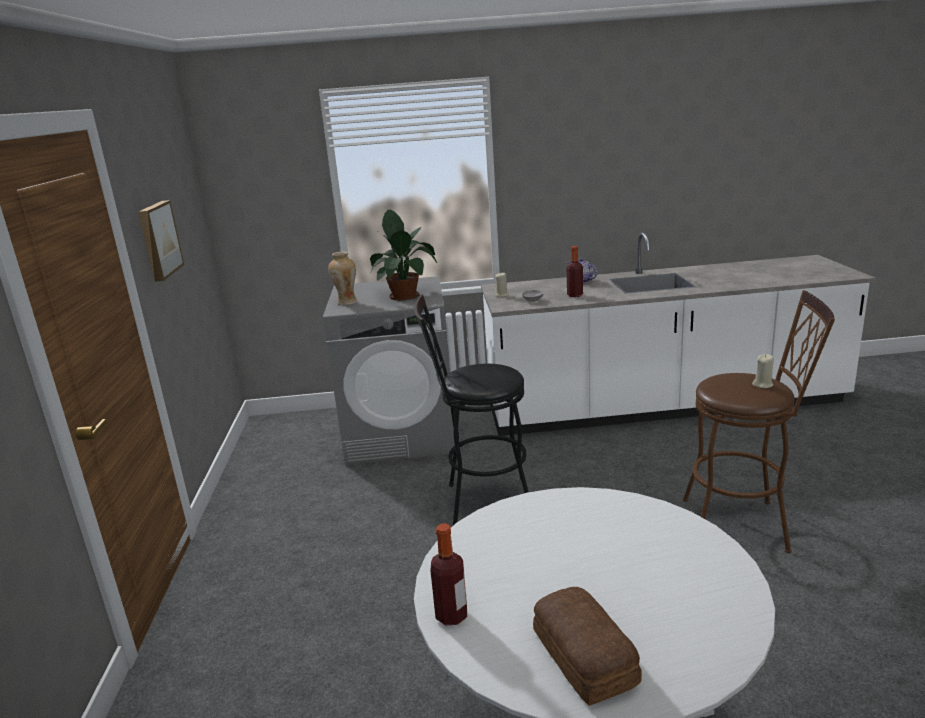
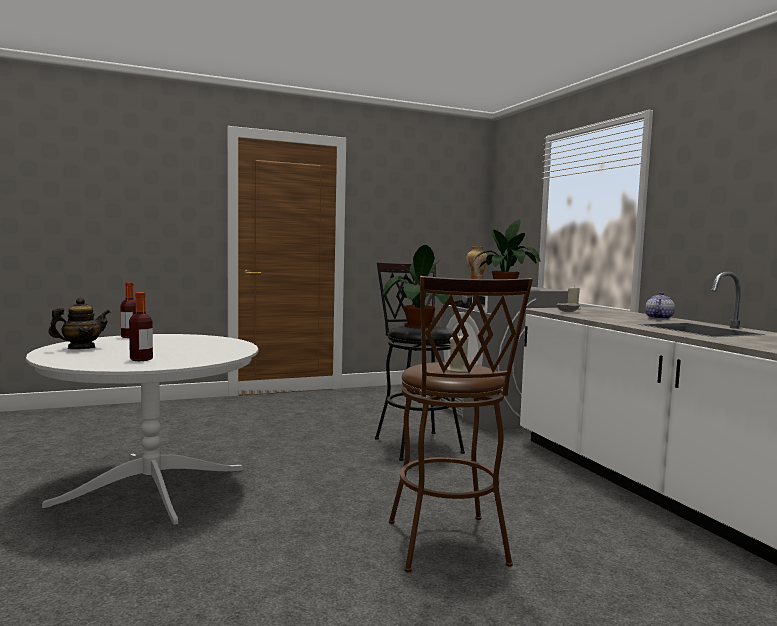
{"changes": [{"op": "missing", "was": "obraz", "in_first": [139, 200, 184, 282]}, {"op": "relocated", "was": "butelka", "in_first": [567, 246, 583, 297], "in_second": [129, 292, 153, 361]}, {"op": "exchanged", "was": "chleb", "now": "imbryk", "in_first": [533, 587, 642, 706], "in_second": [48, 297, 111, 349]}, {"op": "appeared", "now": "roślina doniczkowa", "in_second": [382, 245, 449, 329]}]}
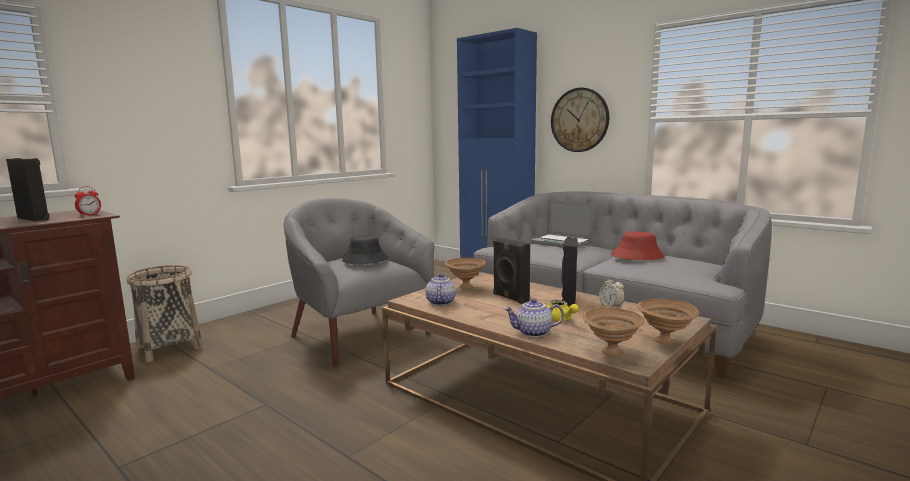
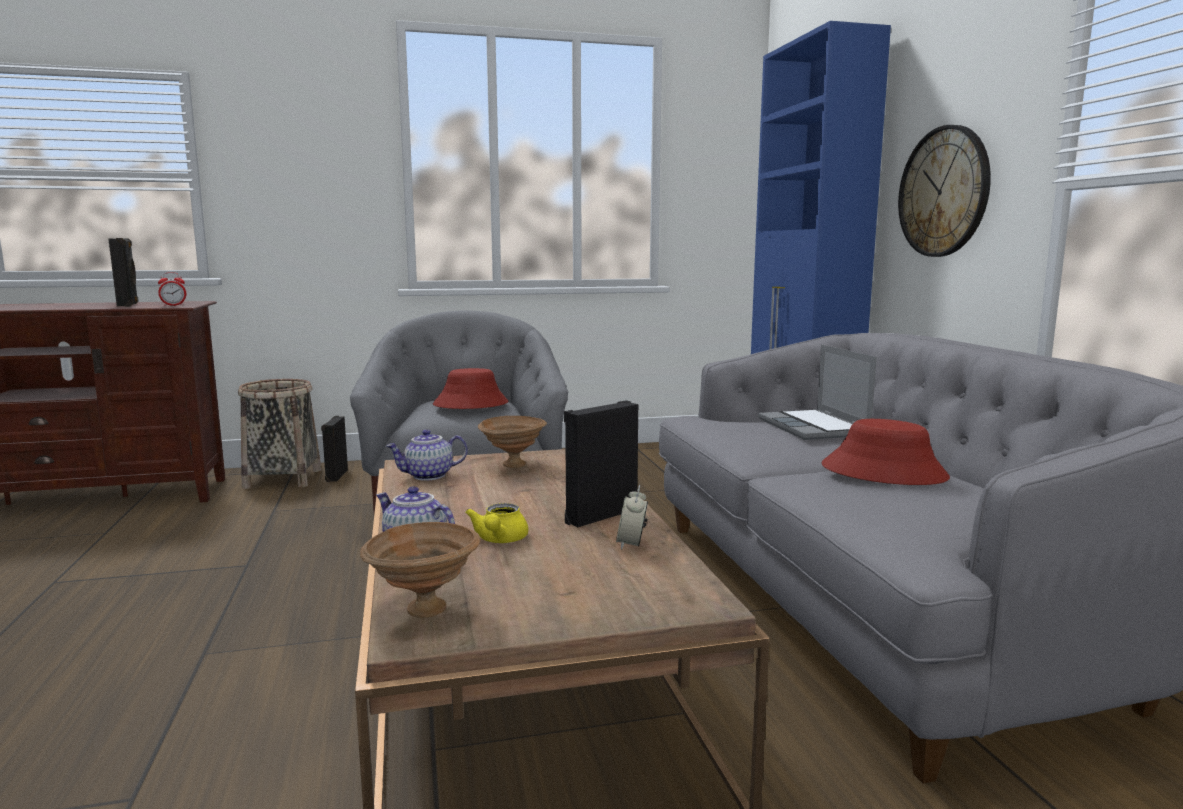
{"changes": [{"op": "colour", "was": "kapelusz/czarny", "now": "kapelusz/czerwony", "in_first": [342, 235, 388, 264], "in_second": [433, 368, 508, 409]}, {"op": "relocated", "was": "głośnik/czarny", "in_first": [493, 237, 530, 304], "in_second": [321, 416, 348, 482]}, {"op": "spun", "was": "imbryk", "in_first": [426, 274, 456, 306], "in_second": [386, 429, 468, 481], "clockwise": -150}, {"op": "missing", "was": "miska/brązowy", "in_first": [637, 299, 699, 345]}]}
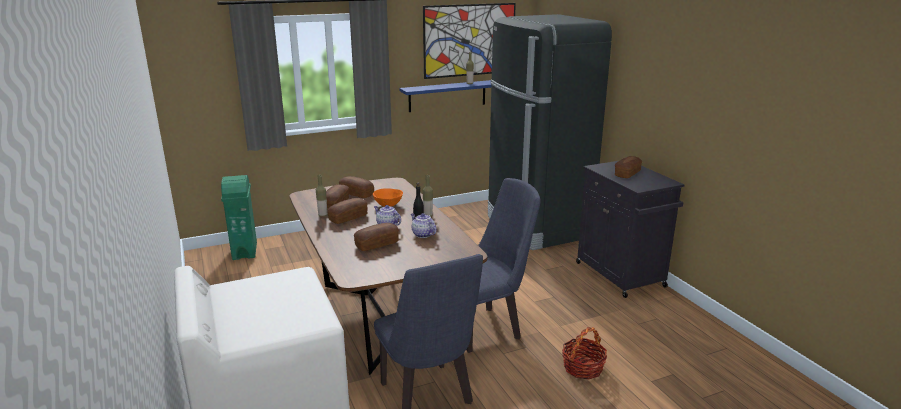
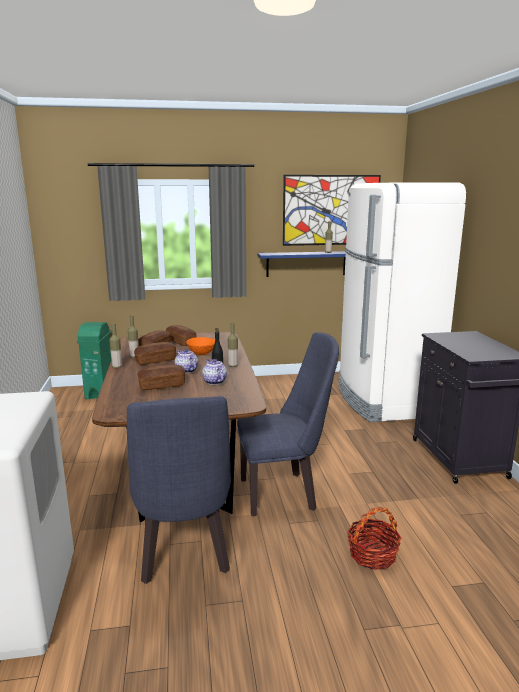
{"changes": [{"op": "colour", "was": "lodówka/czarny", "now": "lodówka/biały", "in_first": [488, 14, 612, 250], "in_second": [339, 182, 466, 422]}, {"op": "missing", "was": "chleb", "in_first": [615, 156, 642, 178]}, {"op": "appeared", "now": "butelka", "in_second": [109, 323, 122, 368]}]}
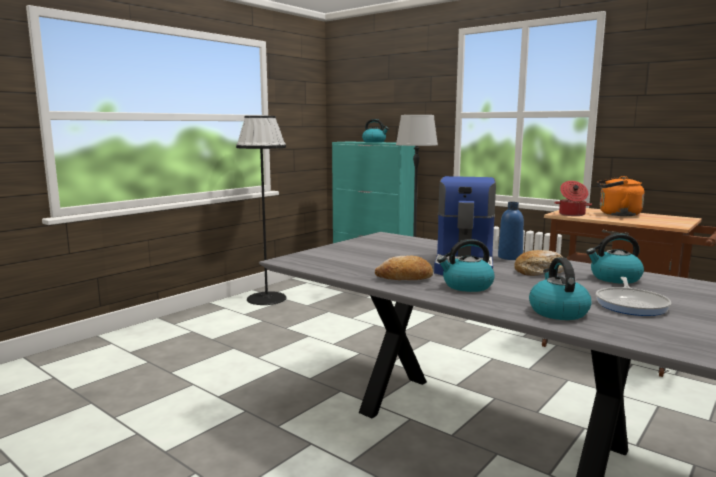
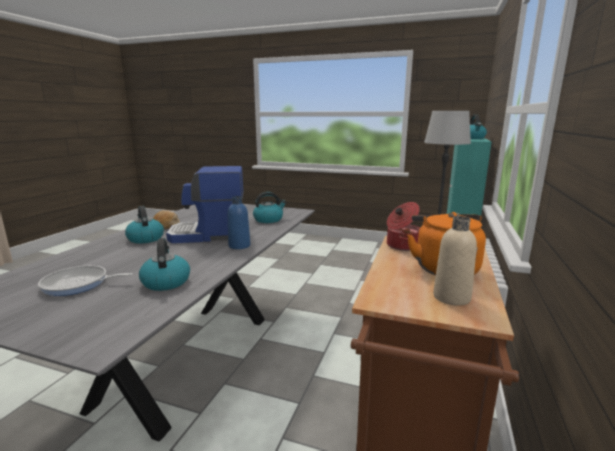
{"changes": [{"op": "missing", "was": "lampa stojąca/czarny", "in_first": [236, 116, 287, 305]}, {"op": "missing", "was": "chleb", "in_first": [514, 250, 564, 276]}, {"op": "relocated", "was": "czajnik", "in_first": [529, 258, 592, 320], "in_second": [253, 192, 287, 223]}, {"op": "appeared", "now": "butelka/beżowy", "in_second": [433, 216, 477, 306]}]}
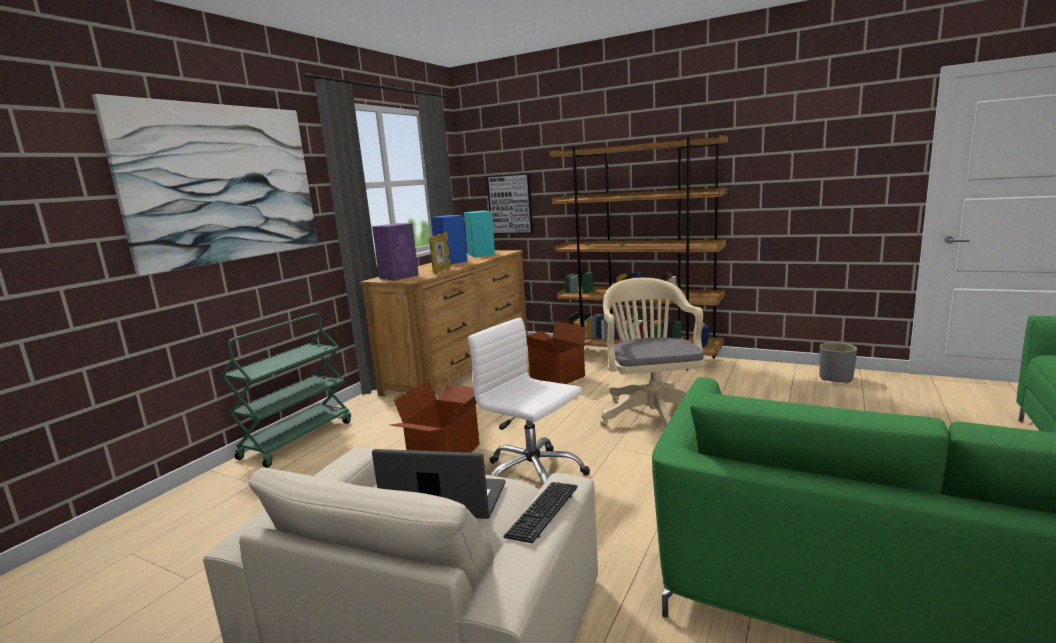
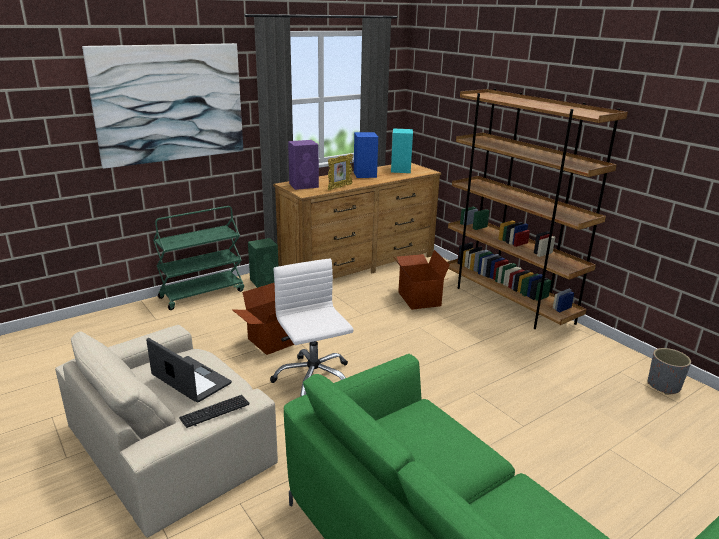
{"changes": [{"op": "missing", "was": "obraz", "in_first": [487, 173, 533, 234]}, {"op": "missing", "was": "krzesło biurowe/beżowy", "in_first": [600, 278, 706, 428]}, {"op": "appeared", "now": "głośnik/zielony", "in_second": [248, 238, 279, 288]}]}
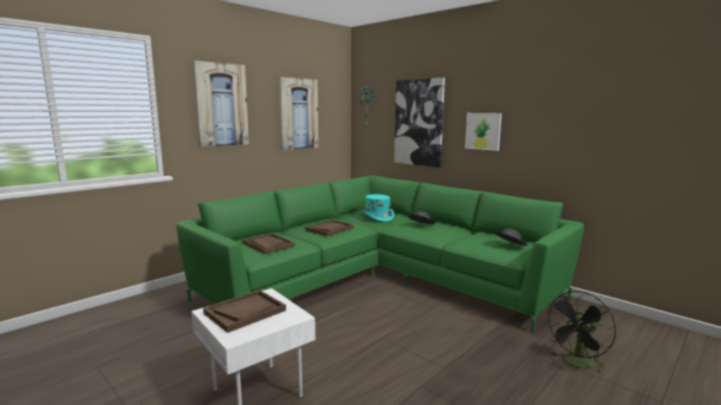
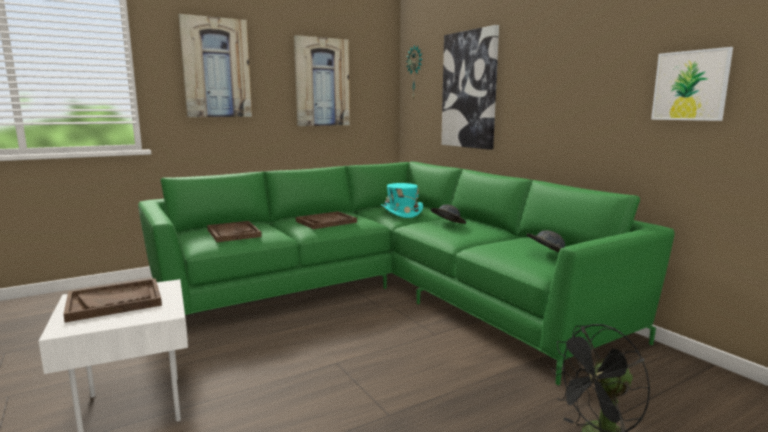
{"changes": [{"op": "relocated", "was": "obraz", "in_first": [465, 113, 502, 151], "in_second": [651, 47, 733, 121]}]}
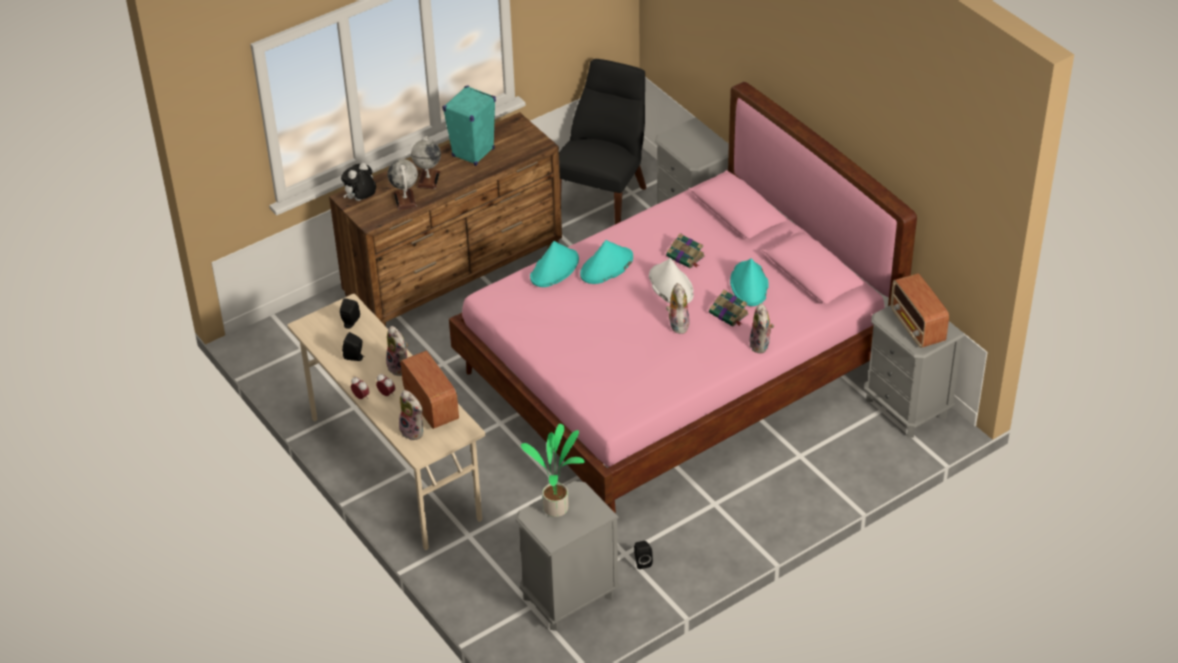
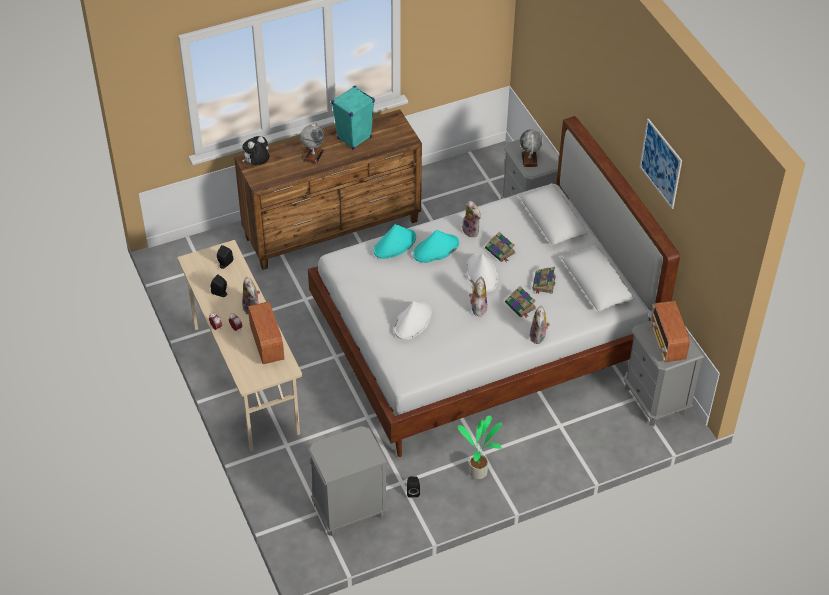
{"changes": [{"op": "missing", "was": "krzesło/czarny", "in_first": [559, 59, 646, 224]}, {"op": "colour", "was": "łóżko/różowy", "now": "łóżko/biały", "in_first": [449, 82, 917, 513], "in_second": [308, 116, 680, 457]}, {"op": "relocated", "was": "globus", "in_first": [387, 159, 418, 210], "in_second": [520, 129, 543, 167]}, {"op": "exchanged", "was": "kapelusz/turkusowy", "now": "książka", "in_first": [730, 258, 769, 306], "in_second": [532, 267, 556, 294]}, {"op": "relocated", "was": "pluszak", "in_first": [399, 390, 423, 441], "in_second": [462, 201, 481, 237]}, {"op": "relocated", "was": "roślina doniczkowa", "in_first": [521, 424, 585, 517], "in_second": [458, 415, 502, 479]}, {"op": "appeared", "now": "obraz", "in_second": [640, 119, 682, 209]}, {"op": "appeared", "now": "kapelusz/biały", "in_second": [394, 301, 432, 340]}]}
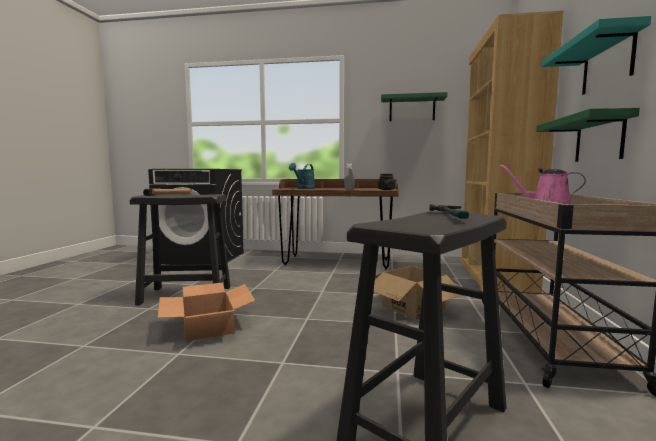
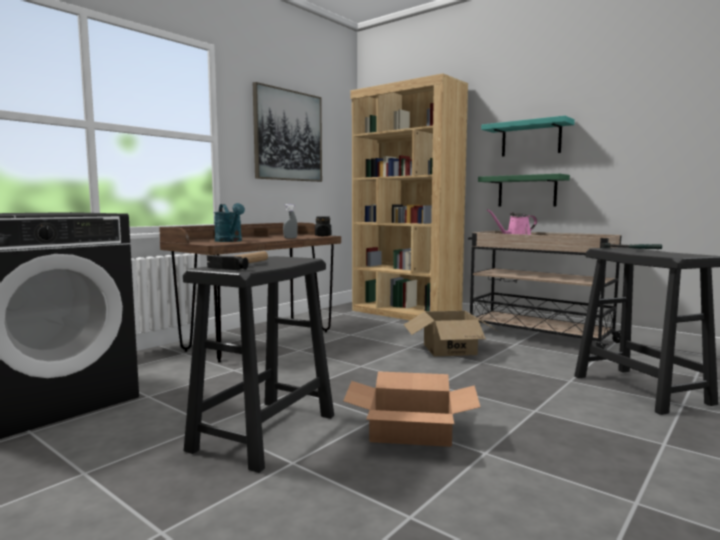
{"changes": [{"op": "exchanged", "was": "półka/zielony", "now": "obraz", "in_first": [381, 92, 448, 121], "in_second": [253, 82, 322, 182]}]}
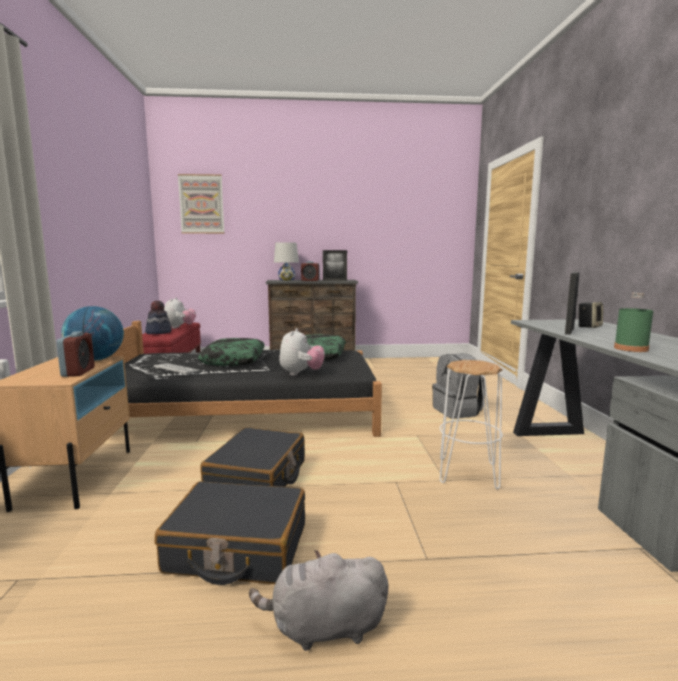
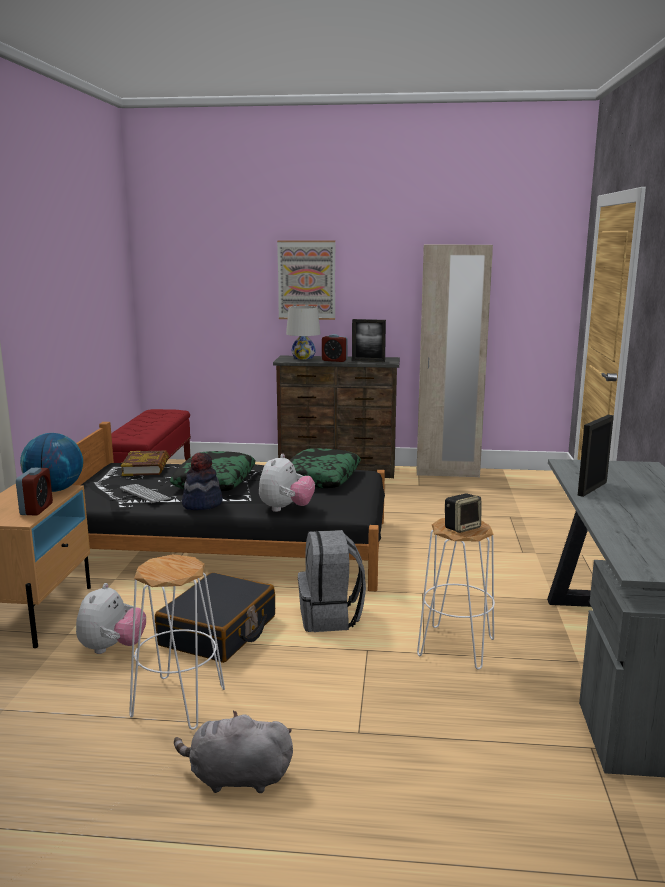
{"changes": [{"op": "relocated", "was": "obraz", "in_first": [178, 174, 225, 234], "in_second": [277, 240, 335, 320]}, {"op": "missing", "was": "butelka/zielony", "in_first": [614, 292, 653, 352]}, {"op": "relocated", "was": "pluszak", "in_first": [164, 297, 196, 329], "in_second": [76, 583, 146, 654]}, {"op": "relocated", "was": "kapelusz", "in_first": [145, 301, 172, 334], "in_second": [182, 453, 223, 510]}, {"op": "relocated", "was": "głośnik", "in_first": [578, 302, 603, 328], "in_second": [445, 493, 481, 533]}, {"op": "relocated", "was": "plecak/szary", "in_first": [432, 354, 485, 419], "in_second": [298, 530, 366, 632]}, {"op": "exchanged", "was": "walizka/czarny", "now": "stołek/biały", "in_first": [155, 481, 305, 585], "in_second": [129, 554, 225, 730]}, {"op": "appeared", "now": "szafa/beżowy", "in_second": [417, 245, 493, 477]}, {"op": "appeared", "now": "książka", "in_second": [121, 451, 169, 476]}]}
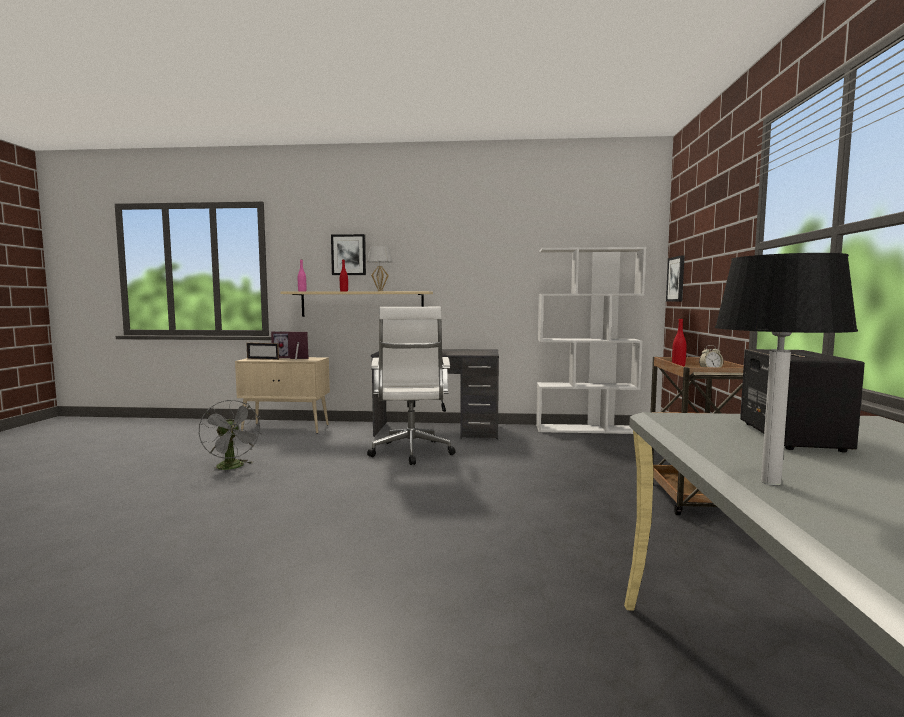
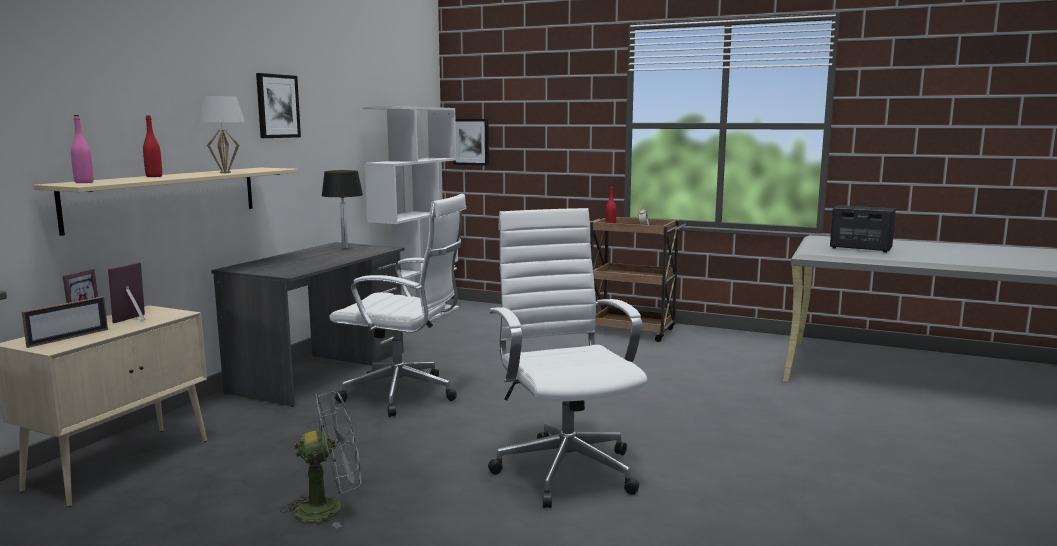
{"changes": [{"op": "relocated", "was": "obraz", "in_first": [331, 234, 366, 275], "in_second": [256, 73, 301, 138]}, {"op": "relocated", "was": "lampa stołowa", "in_first": [715, 253, 858, 486], "in_second": [321, 170, 363, 249]}, {"op": "appeared", "now": "krzesło biurowe/biały", "in_second": [488, 208, 647, 508]}]}
